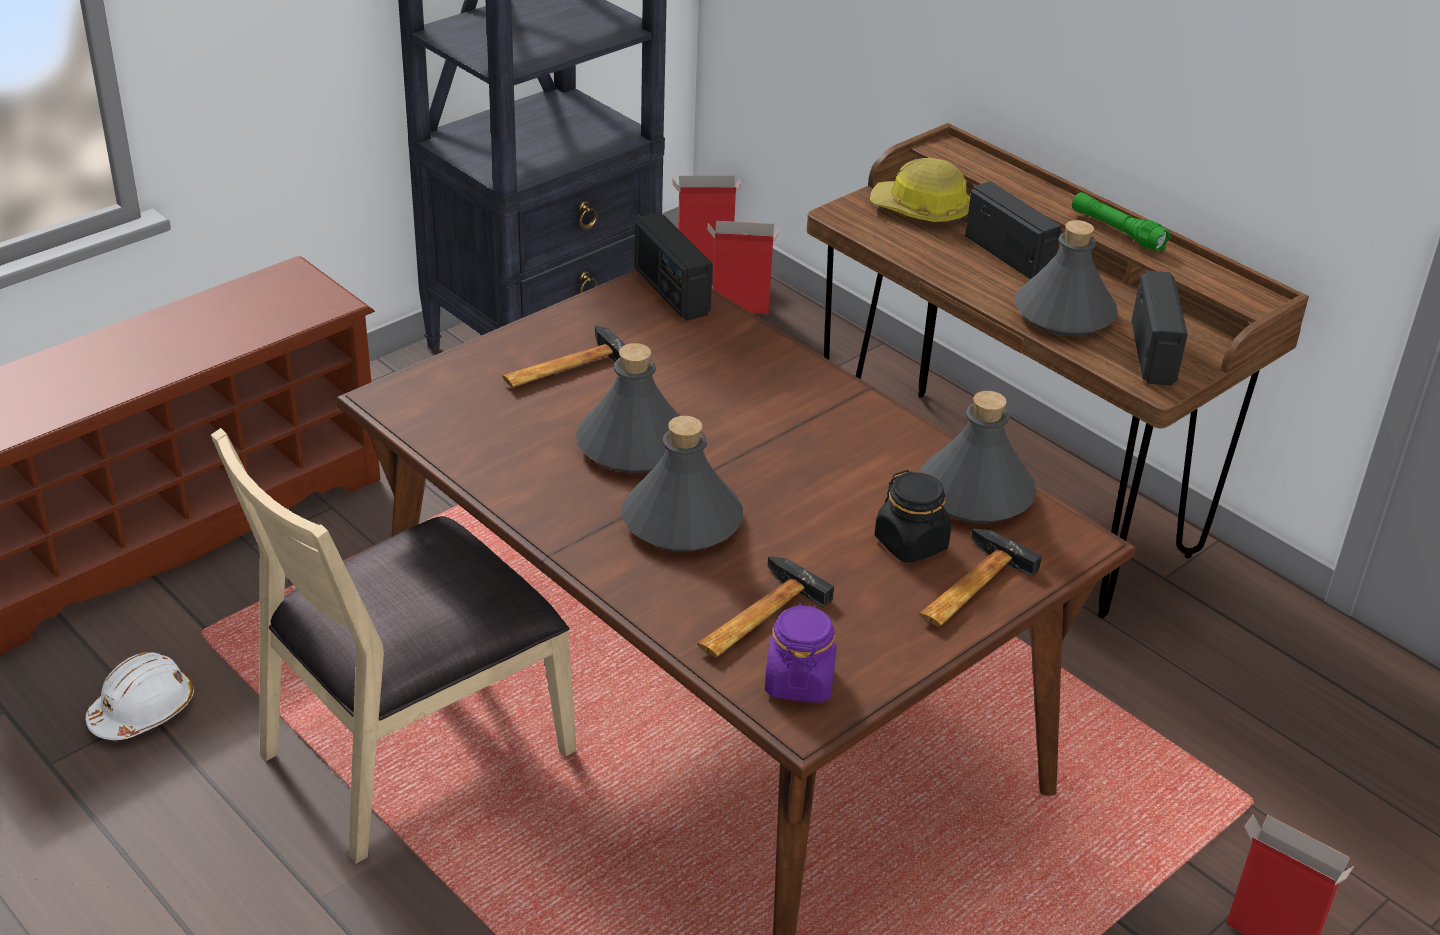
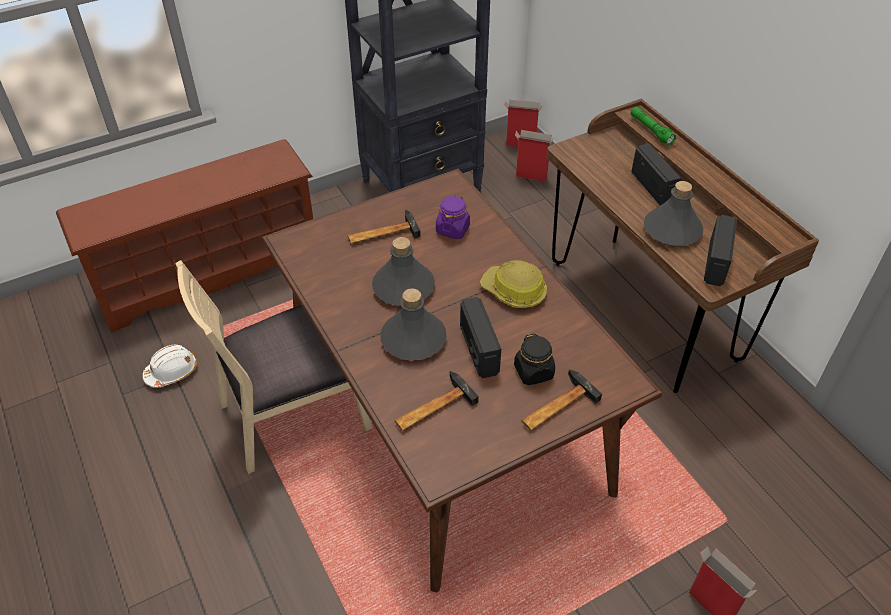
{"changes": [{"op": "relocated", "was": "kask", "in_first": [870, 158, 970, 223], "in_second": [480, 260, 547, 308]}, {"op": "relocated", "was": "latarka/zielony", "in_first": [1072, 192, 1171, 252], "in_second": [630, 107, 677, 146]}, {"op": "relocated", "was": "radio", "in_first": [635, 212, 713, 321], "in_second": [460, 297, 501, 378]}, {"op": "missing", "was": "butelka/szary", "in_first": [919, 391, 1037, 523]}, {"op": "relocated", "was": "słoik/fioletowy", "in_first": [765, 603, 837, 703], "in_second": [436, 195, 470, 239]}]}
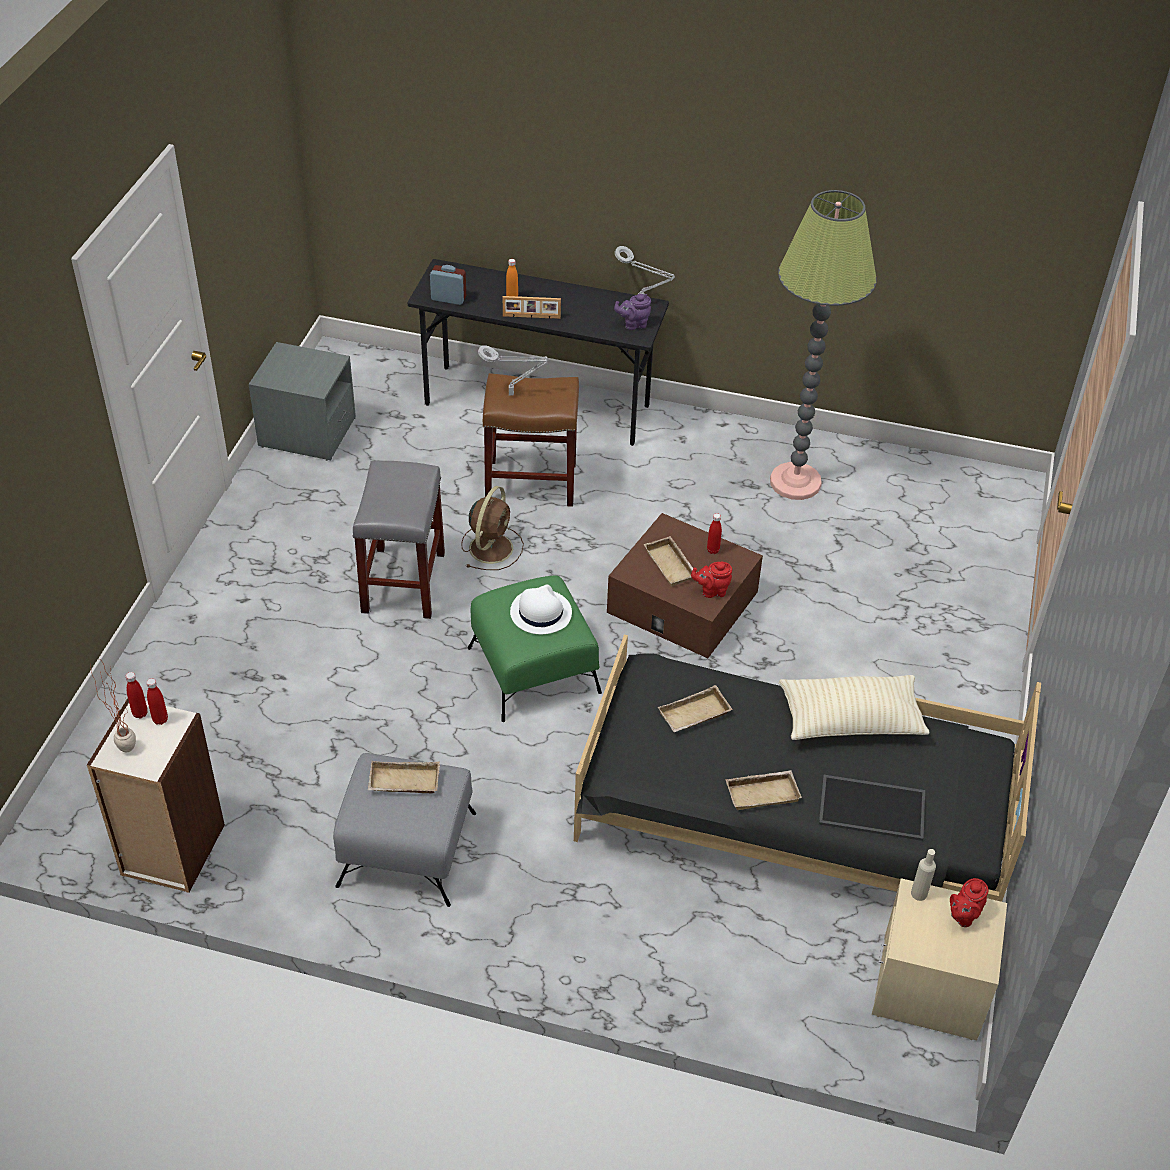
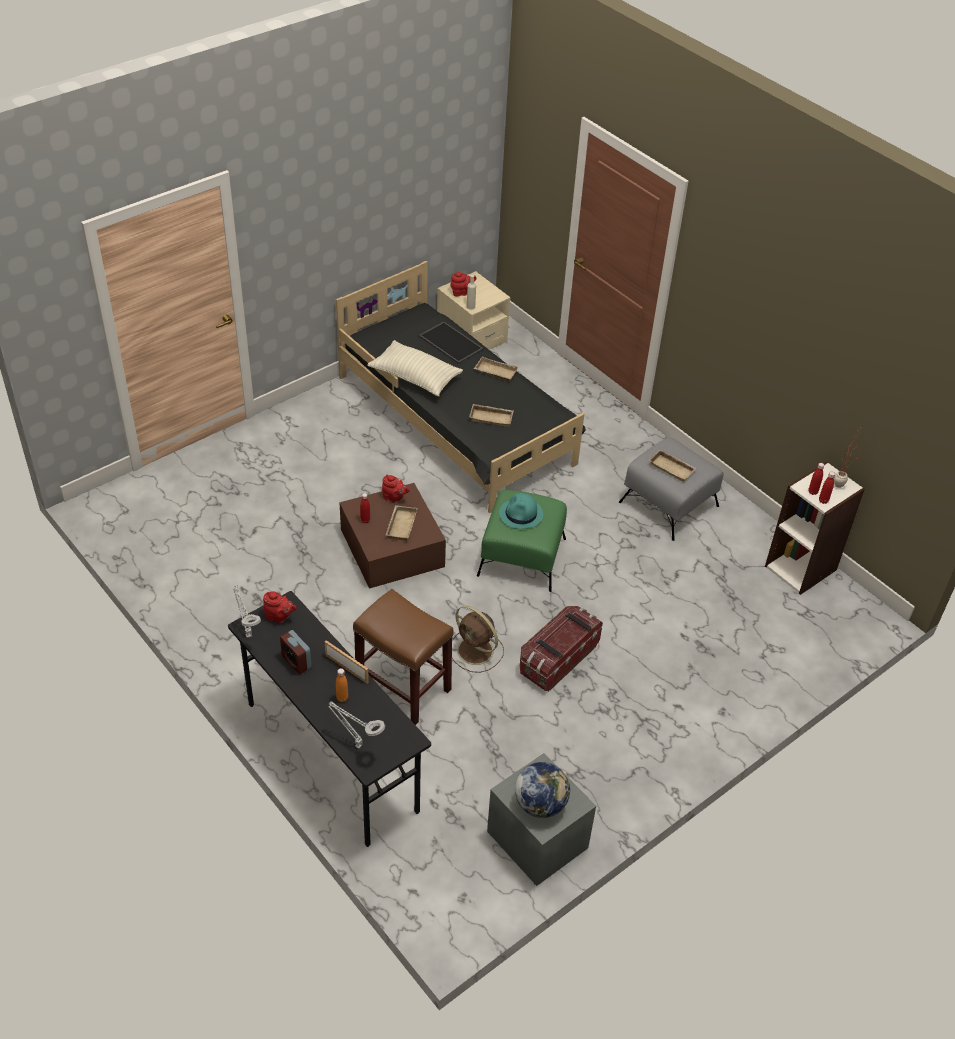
{"changes": [{"op": "missing", "was": "lampa stojąca", "in_first": [770, 190, 876, 500]}, {"op": "relocated", "was": "budzik", "in_first": [430, 265, 466, 305], "in_second": [280, 630, 312, 674]}, {"op": "colour", "was": "imbryk/fioletowy", "now": "imbryk/czerwony", "in_first": [614, 294, 651, 330], "in_second": [263, 592, 296, 623]}, {"op": "relocated", "was": "lampa stołowa/szary", "in_first": [478, 345, 549, 396], "in_second": [328, 702, 385, 749]}, {"op": "exchanged", "was": "stołek/szary", "now": "pojemnik do przechowywania", "in_first": [353, 461, 445, 619], "in_second": [520, 606, 603, 692]}, {"op": "spun", "was": "wentylator/brązowy", "in_first": [461, 486, 524, 570], "in_second": [452, 605, 504, 673], "clockwise": -105}, {"op": "colour", "was": "kapelusz/biały", "now": "kapelusz/turkusowy", "in_first": [510, 584, 572, 634], "in_second": [499, 493, 543, 529]}, {"op": "appeared", "now": "globus", "in_second": [515, 762, 570, 818]}]}
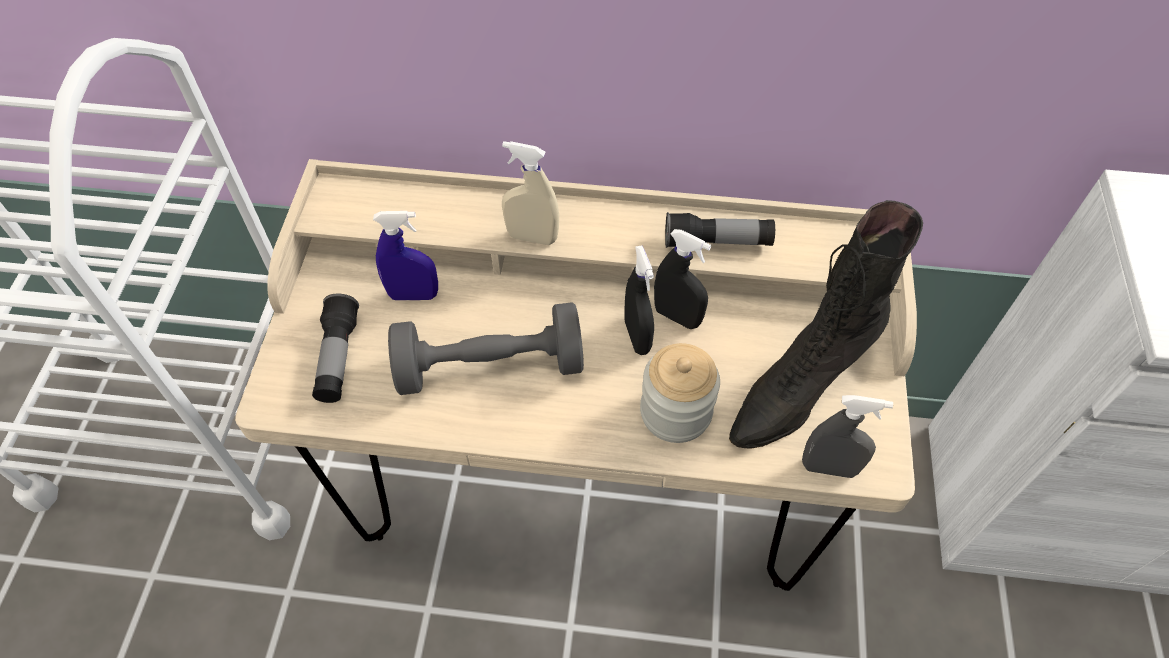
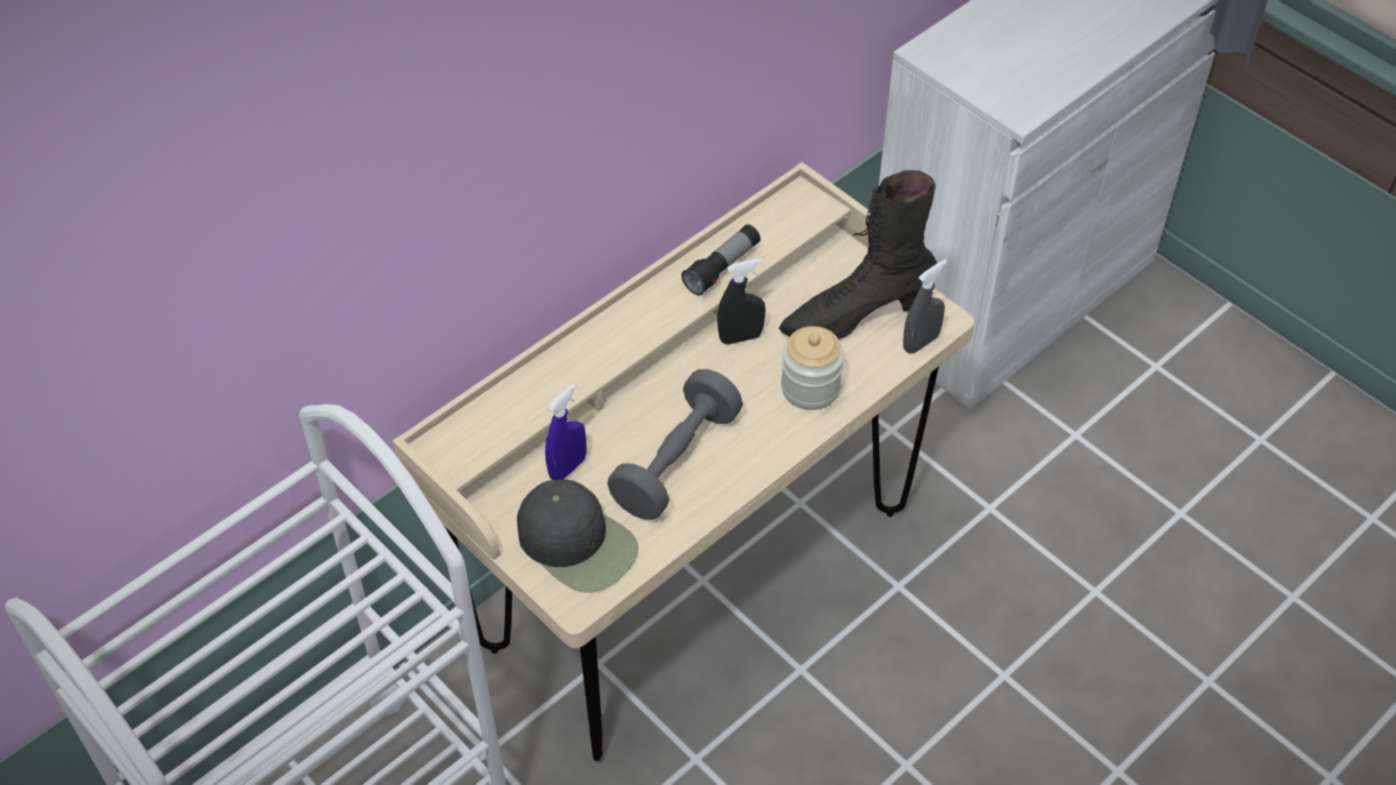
{"changes": [{"op": "missing", "was": "spryskiwacz/beżowy", "in_first": [502, 141, 559, 245]}, {"op": "spun", "was": "but z cholewką/czarny", "in_first": [729, 200, 923, 449], "in_second": [779, 170, 937, 339], "clockwise": 75}, {"op": "missing", "was": "spryskiwacz/czarny", "in_first": [624, 245, 654, 355]}, {"op": "exchanged", "was": "latarka", "now": "czapka z daszkiem/czarny", "in_first": [312, 294, 359, 403], "in_second": [517, 479, 638, 593]}]}
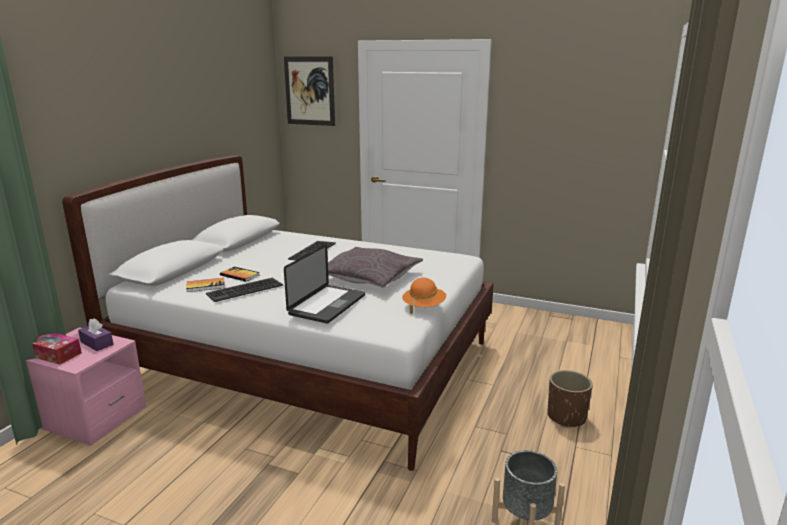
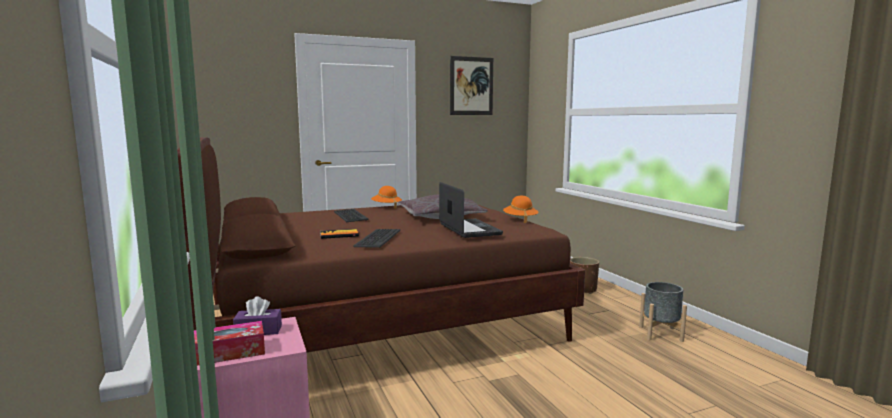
{"changes": [{"op": "relocated", "was": "obraz", "in_first": [284, 57, 335, 126], "in_second": [450, 56, 493, 115]}, {"op": "colour", "was": "łóżko/biały", "now": "łóżko/brązowy", "in_first": [62, 156, 494, 471], "in_second": [177, 137, 585, 352]}, {"op": "missing", "was": "książka", "in_first": [186, 278, 225, 292]}, {"op": "appeared", "now": "kapelusz/pomarańczowy", "in_second": [371, 186, 402, 209]}]}
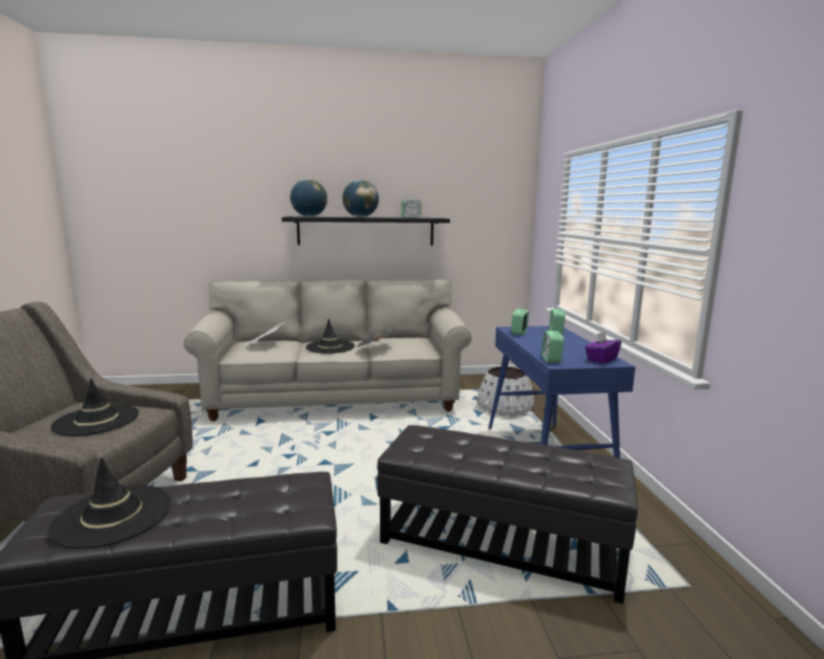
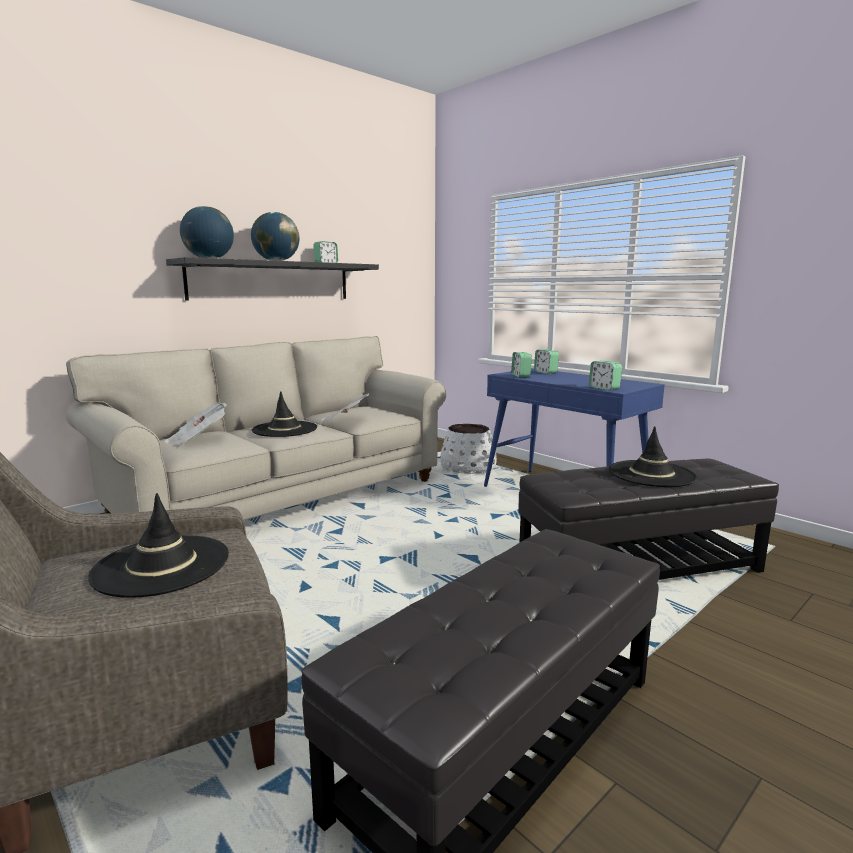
{"changes": [{"op": "missing", "was": "pudełko chusteczek/fioletowy", "in_first": [585, 331, 622, 364]}, {"op": "relocated", "was": "kapelusz/czarny", "in_first": [48, 457, 171, 549], "in_second": [609, 426, 697, 487]}]}
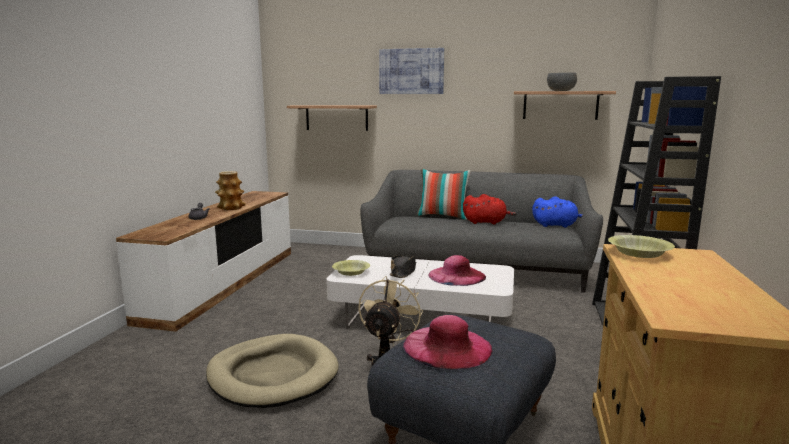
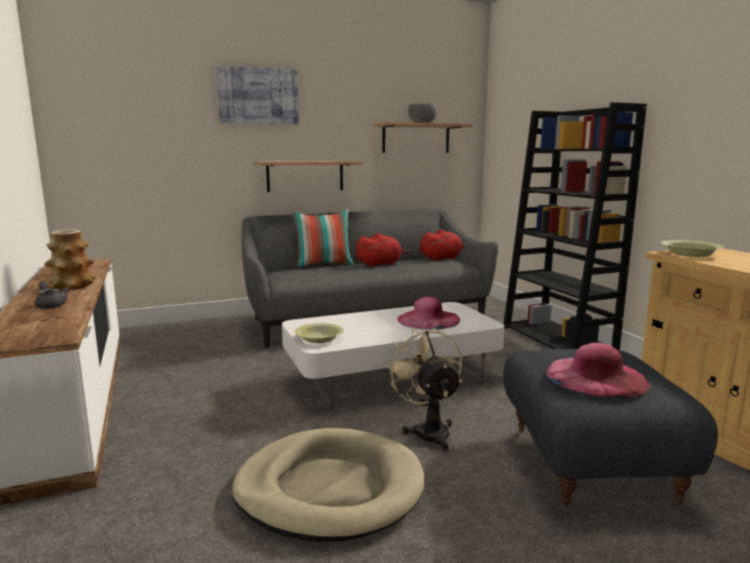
{"changes": [{"op": "relocated", "was": "półka", "in_first": [287, 105, 377, 131], "in_second": [255, 161, 363, 192]}, {"op": "colour", "was": "pluszak/niebieski", "now": "pluszak/czerwony", "in_first": [532, 197, 583, 228], "in_second": [420, 229, 465, 261]}, {"op": "missing", "was": "kapelusz/czarny", "in_first": [390, 255, 416, 278]}]}
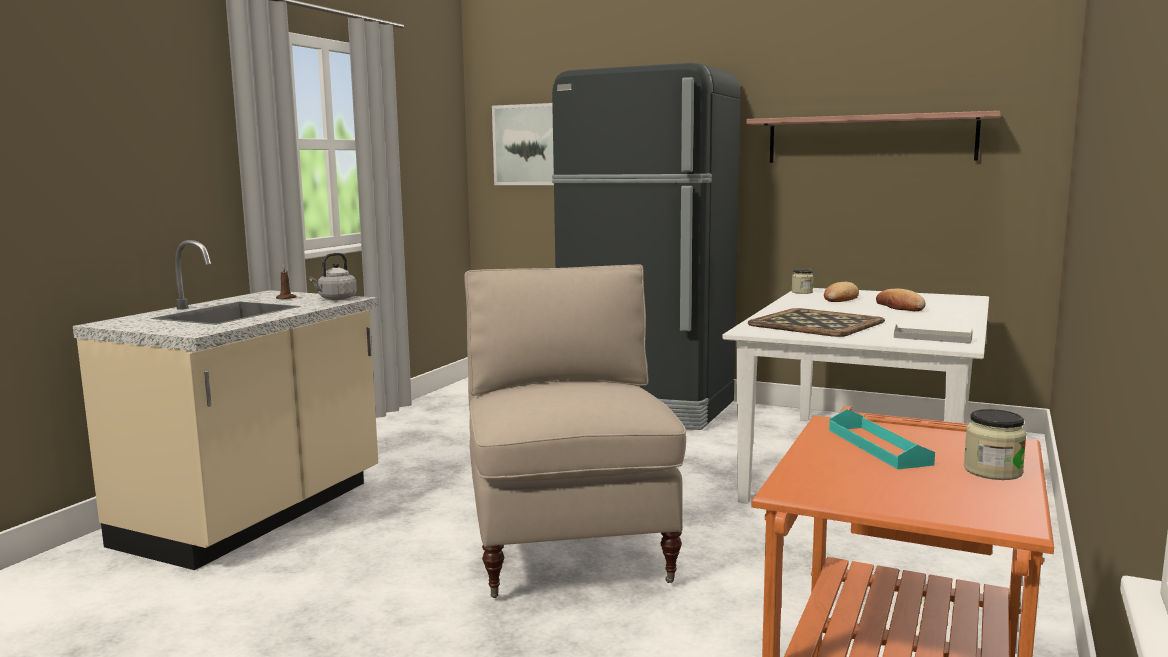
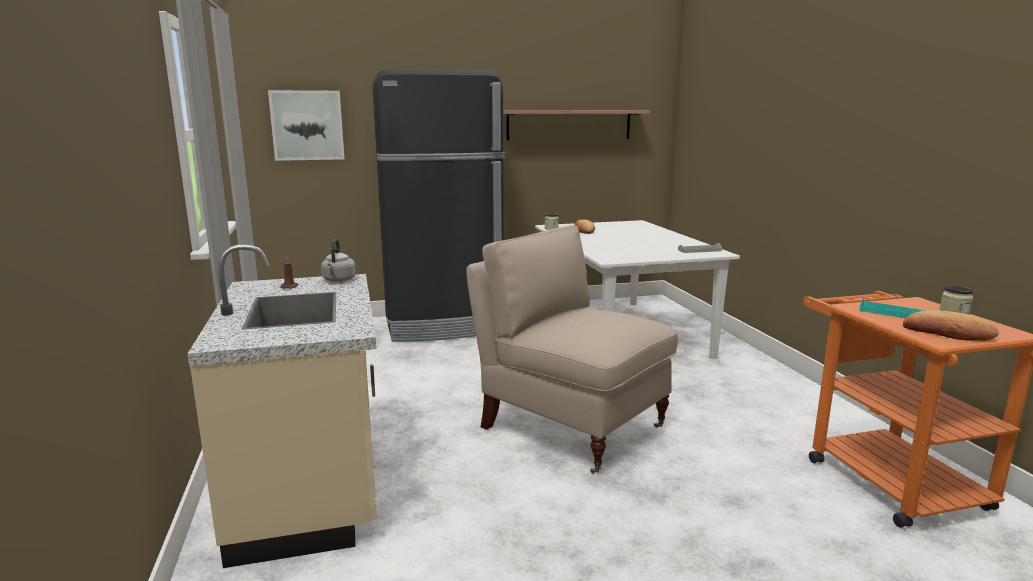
{"changes": [{"op": "relocated", "was": "chleb", "in_first": [876, 289, 926, 311], "in_second": [903, 310, 999, 341]}, {"op": "missing", "was": "taca", "in_first": [748, 308, 885, 337]}]}
